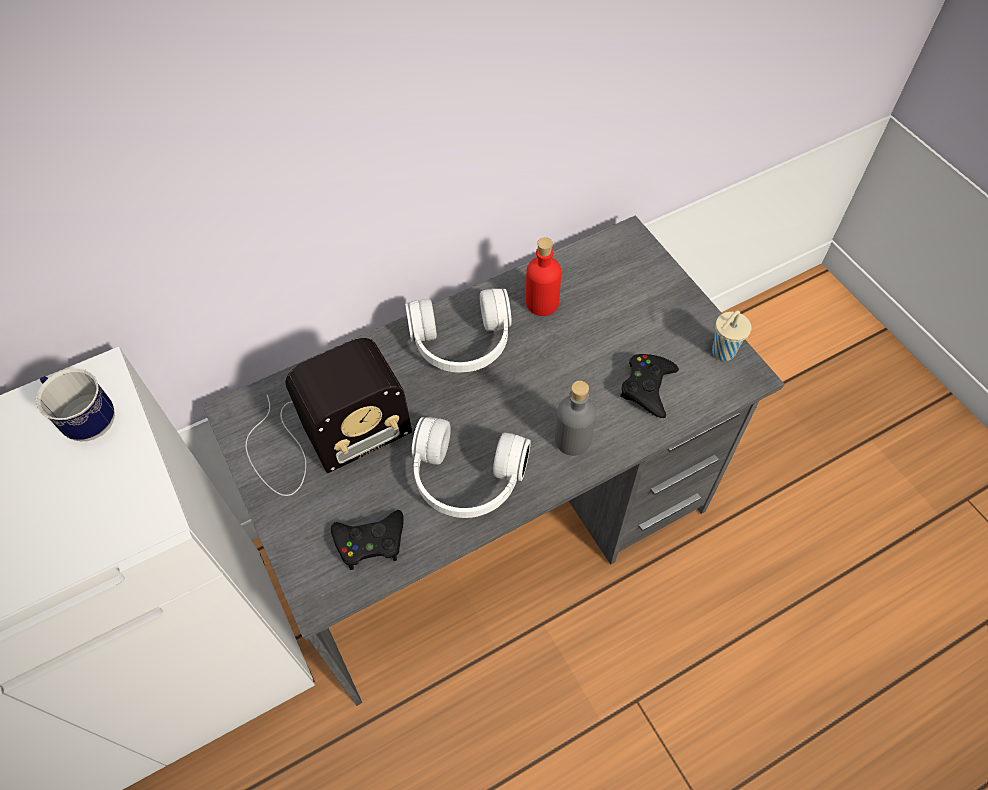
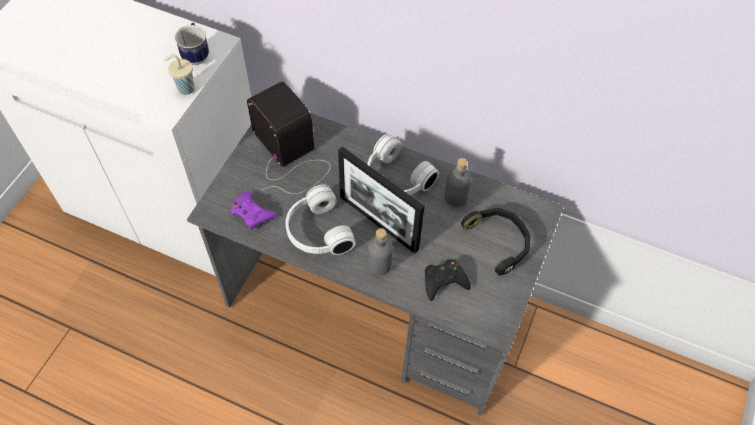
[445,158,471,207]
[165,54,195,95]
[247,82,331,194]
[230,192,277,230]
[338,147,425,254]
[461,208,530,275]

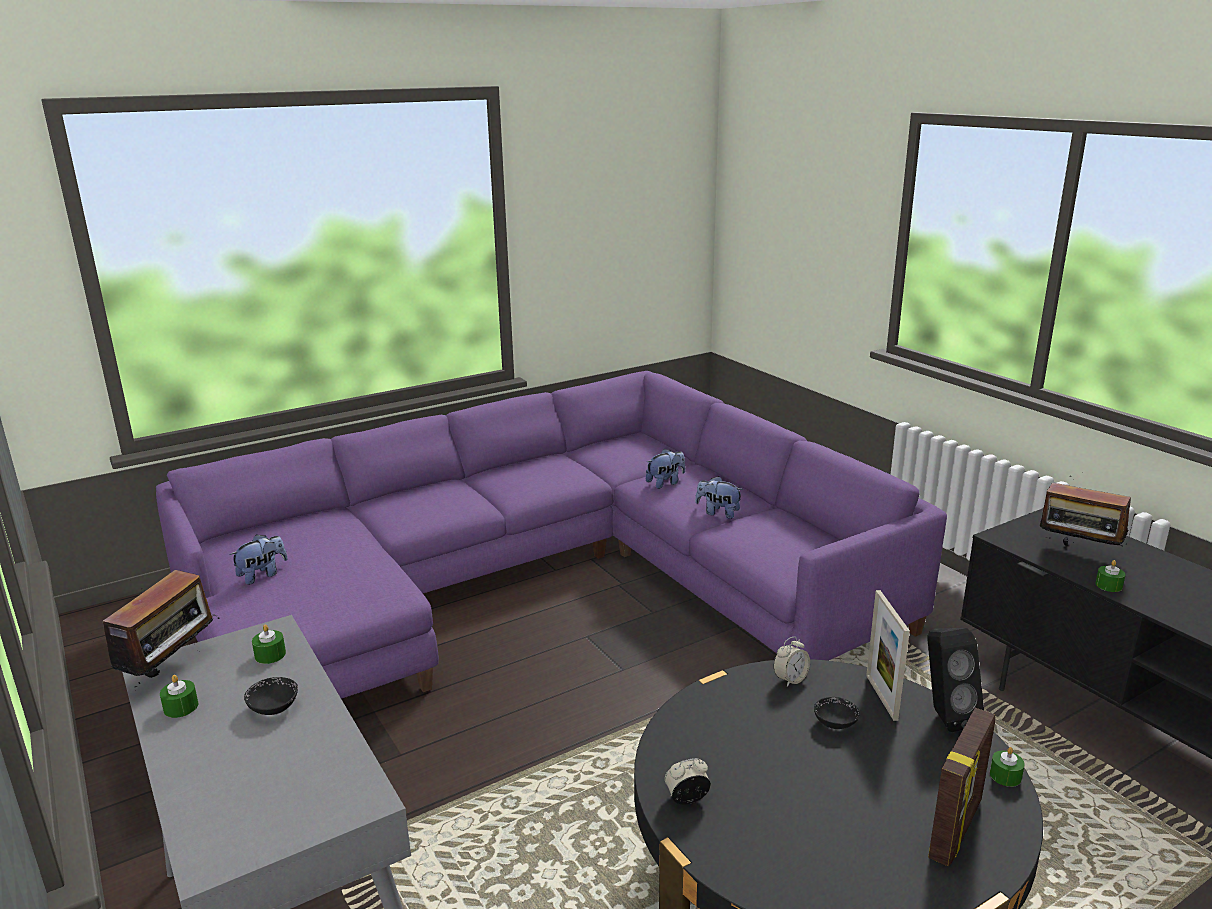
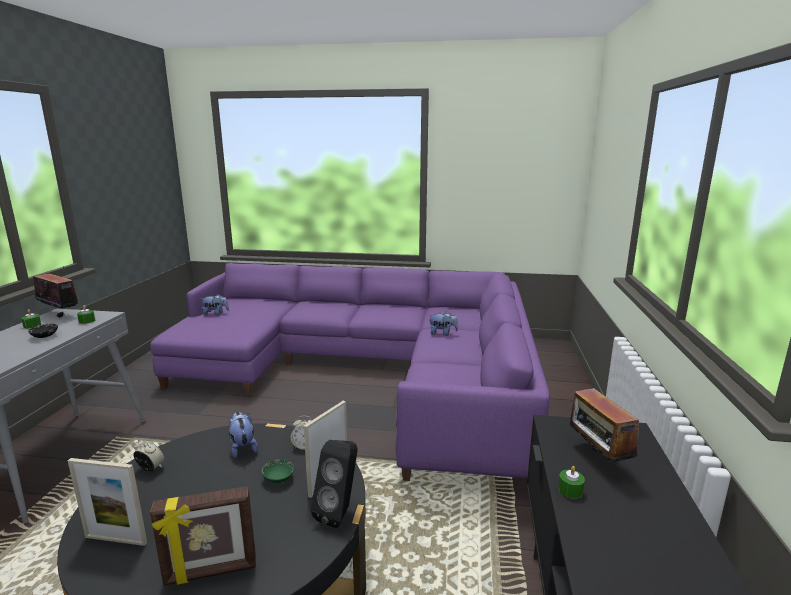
[229,412,258,458]
[33,274,78,317]
[261,459,294,483]
[990,747,1025,787] (first image)
[68,458,147,546]

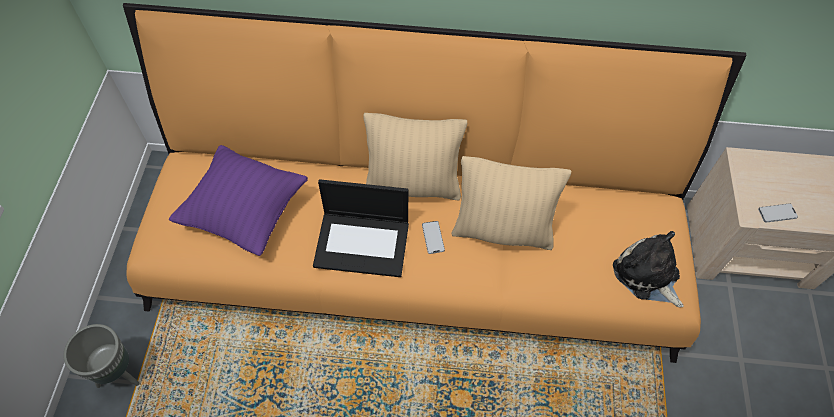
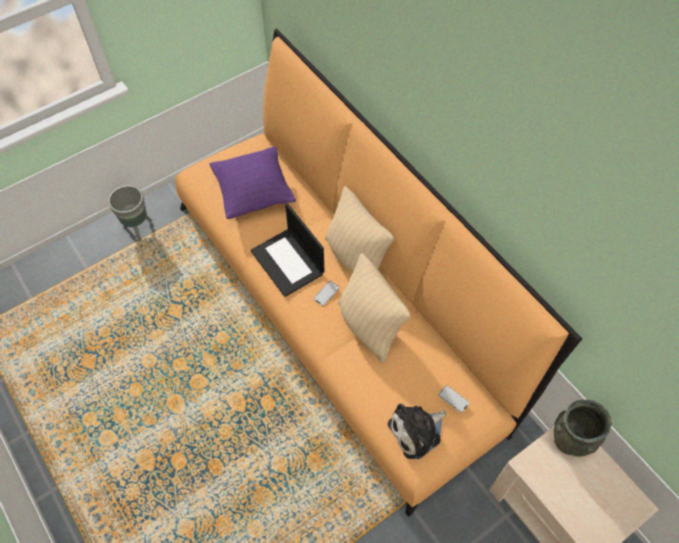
[439,385,470,413]
[388,403,446,459]
[554,400,612,457]

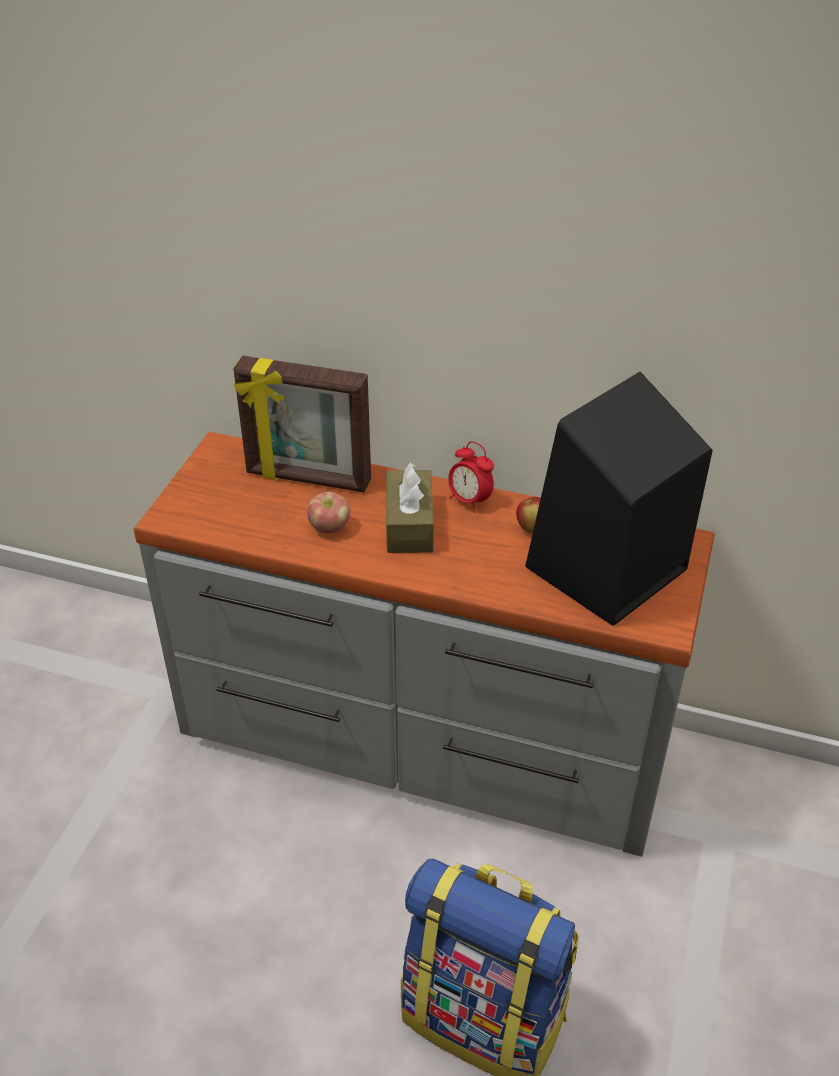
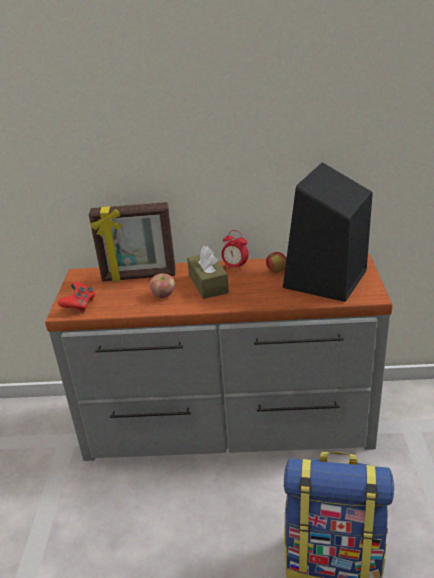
[58,282,95,312]

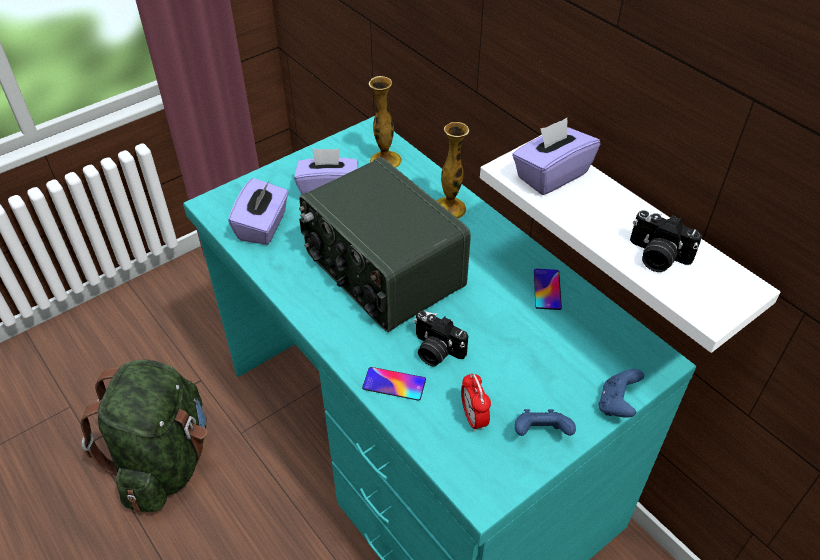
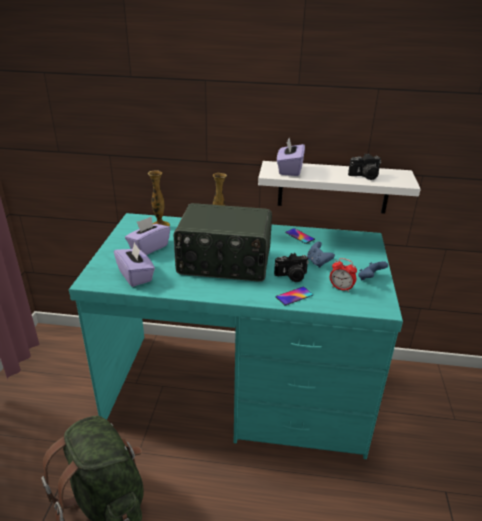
[307,242,335,268]

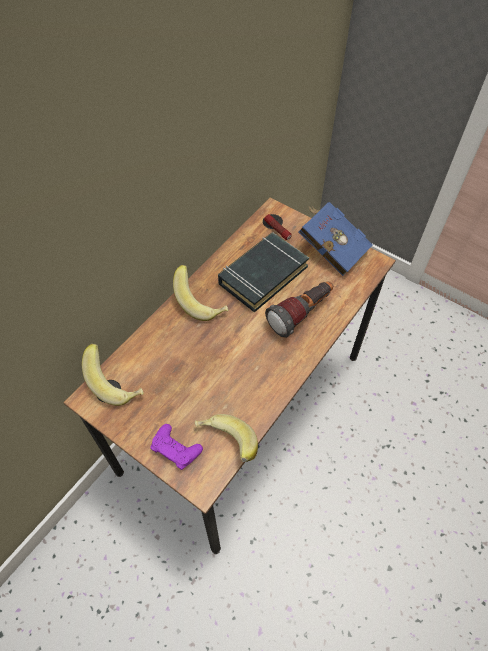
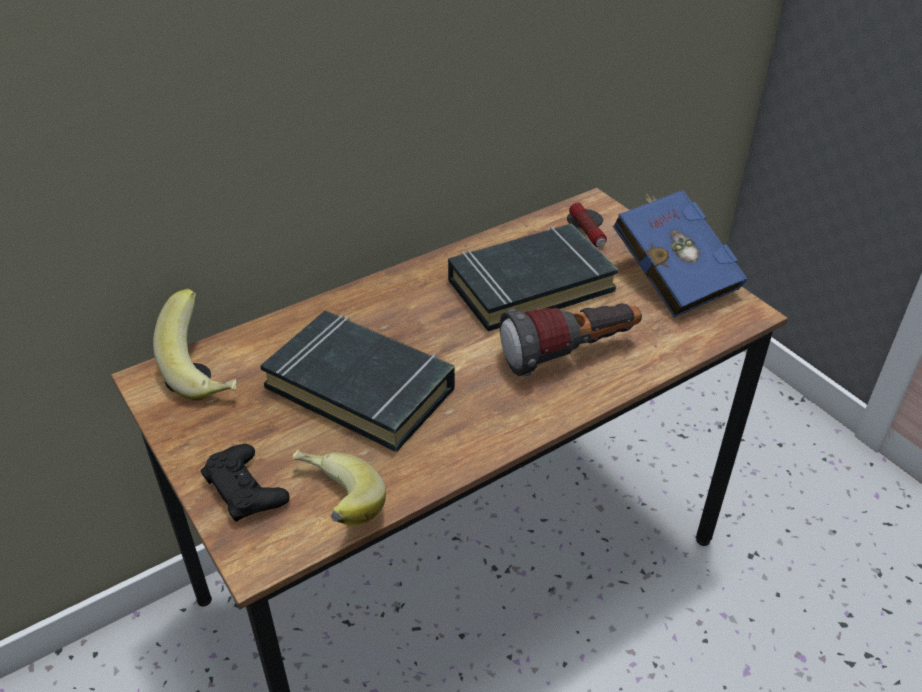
[173,265,229,321] (first image)
[200,444,289,522]
[260,311,455,452]

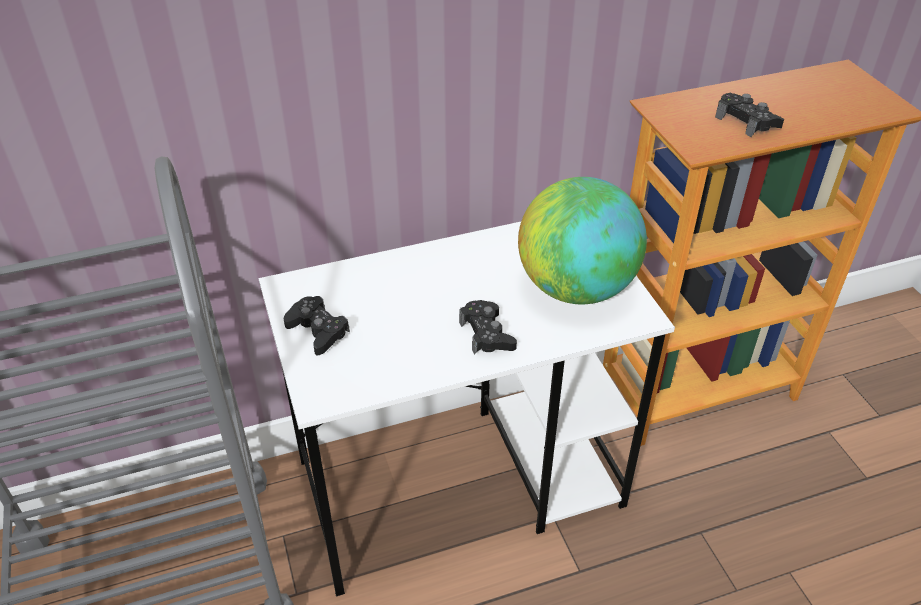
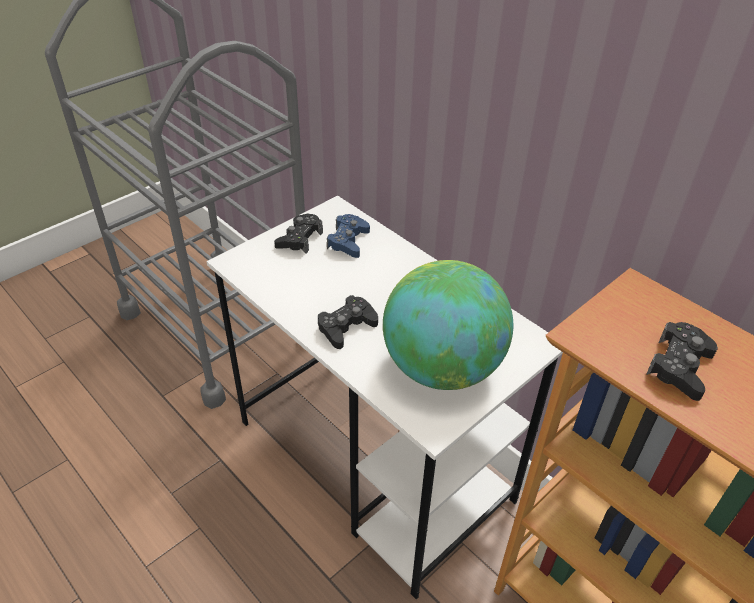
[327,214,370,258]

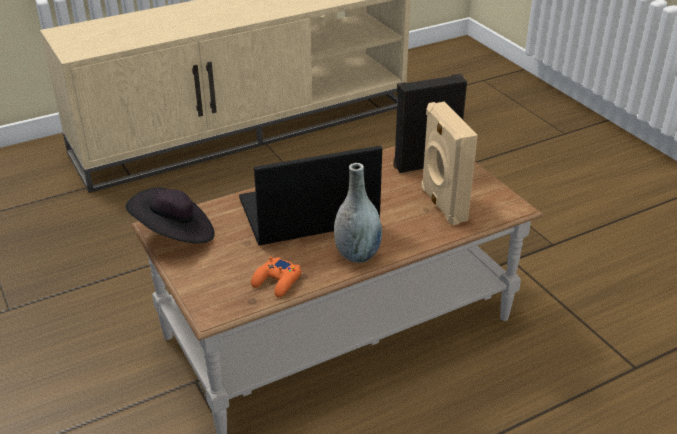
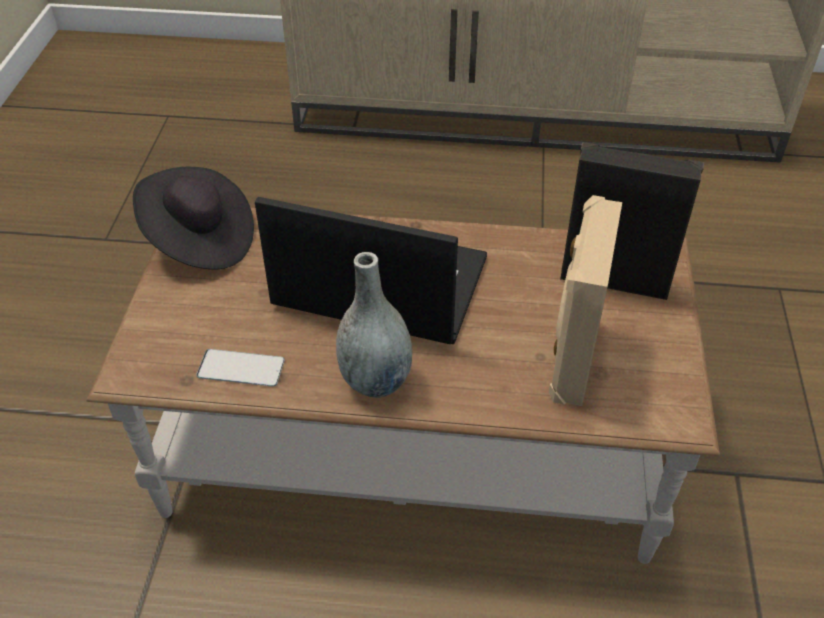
[196,349,285,387]

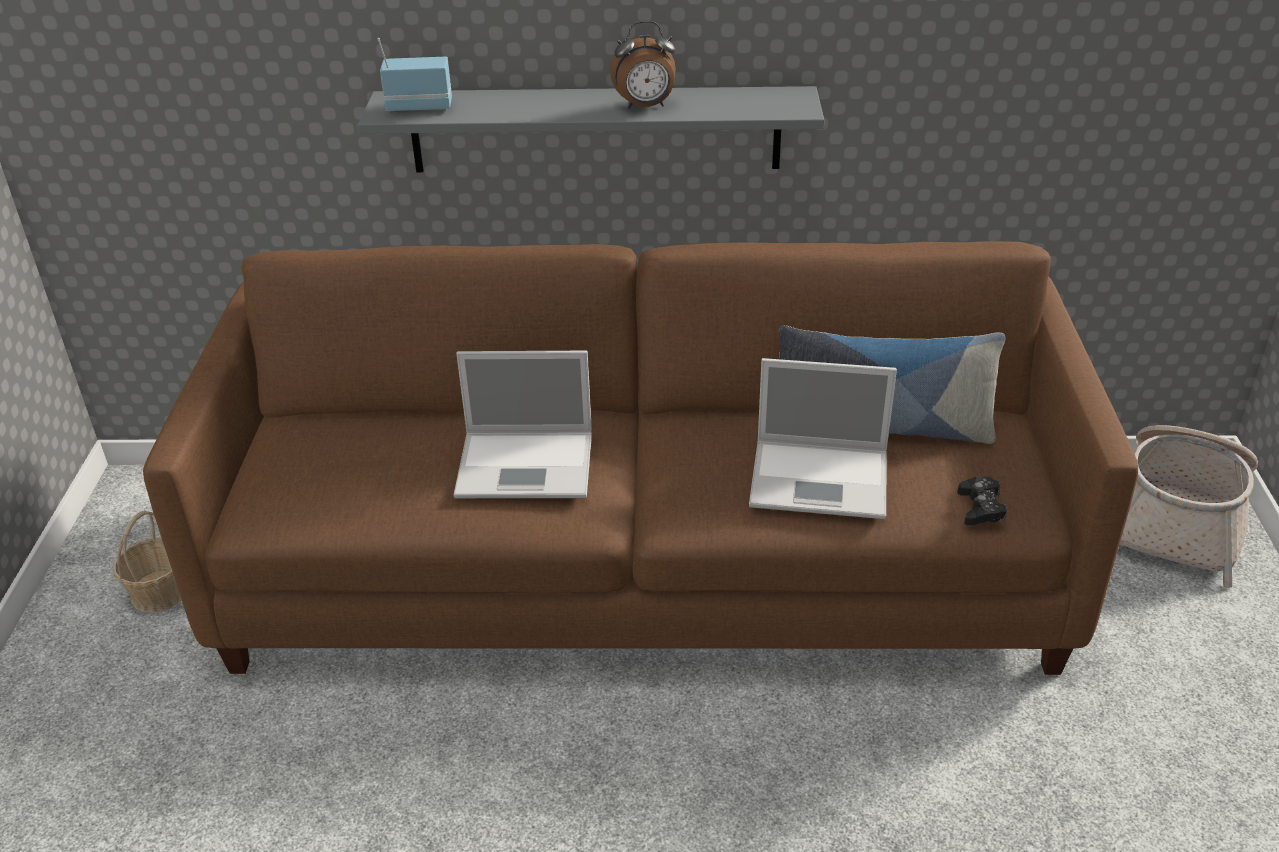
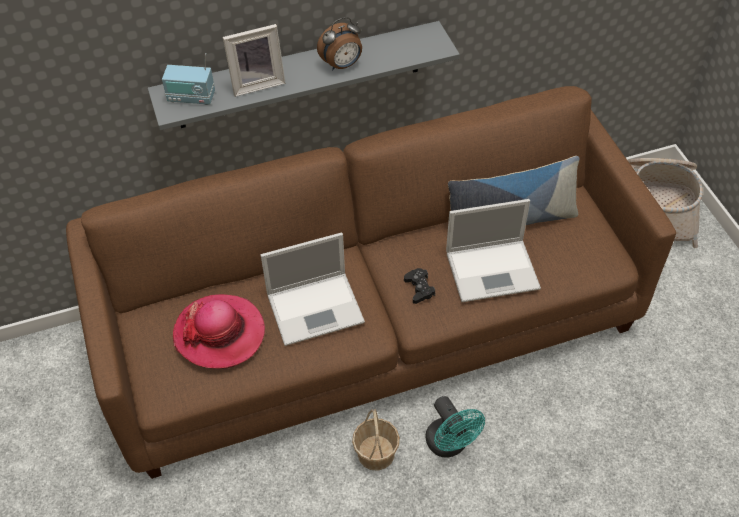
[162,53,215,105]
[404,268,435,304]
[352,409,400,471]
[223,24,285,97]
[173,294,265,369]
[425,396,485,457]

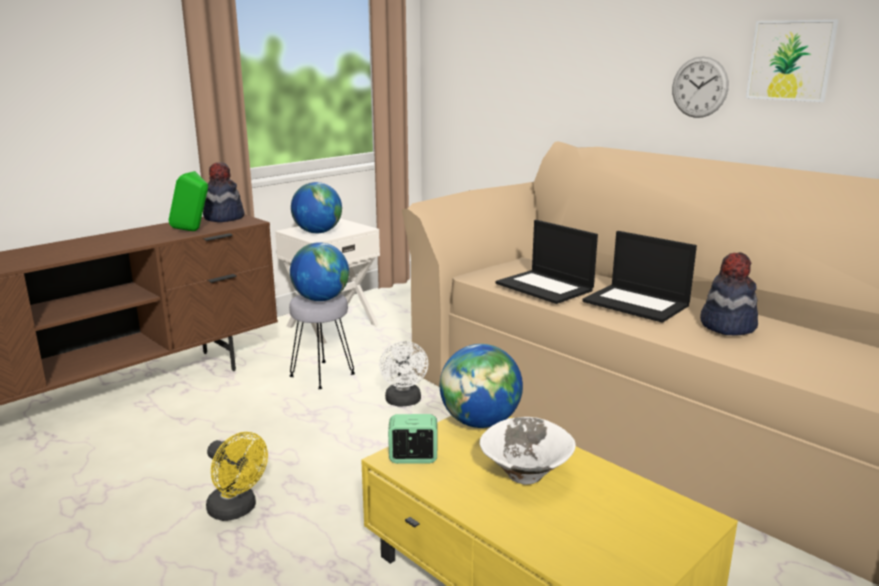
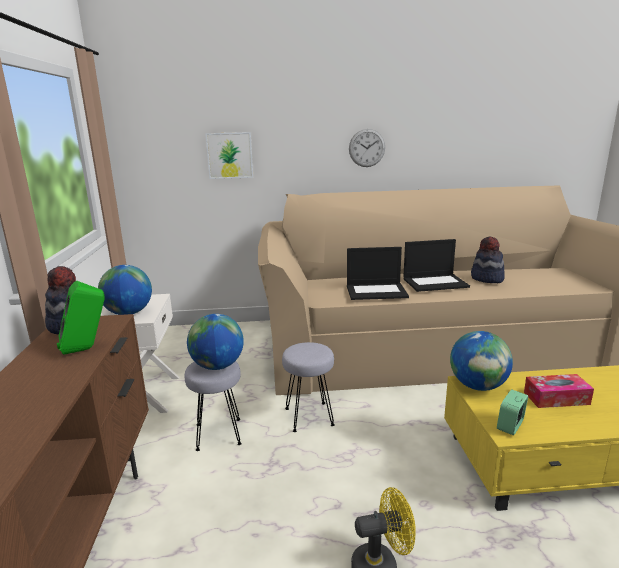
[205,132,253,179]
[282,342,335,432]
[524,374,594,408]

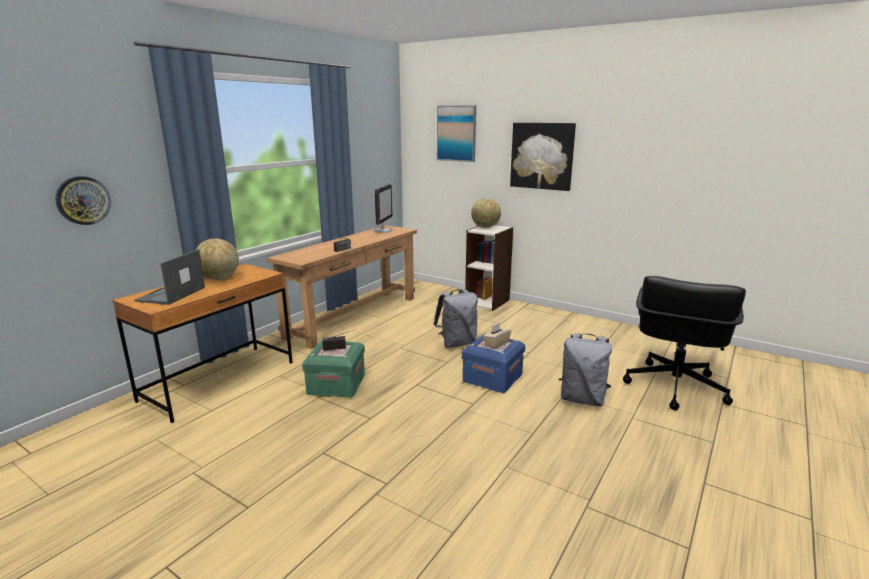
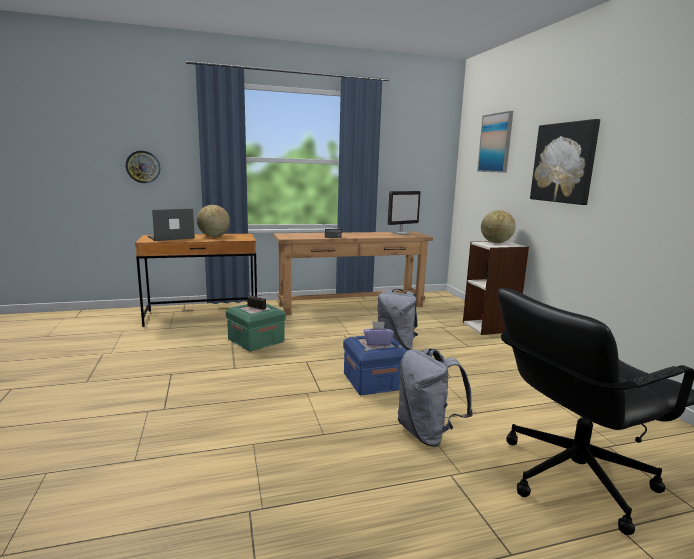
[364,321,394,346]

